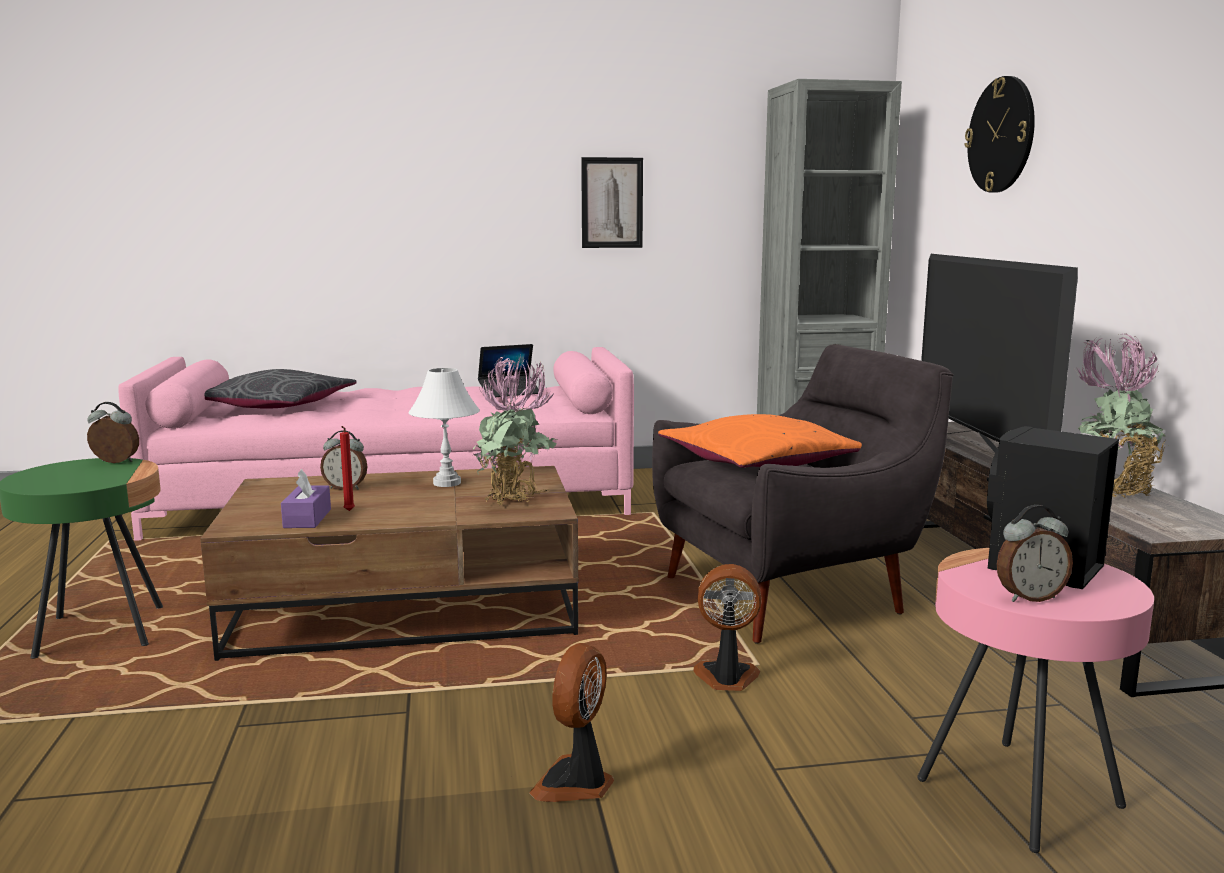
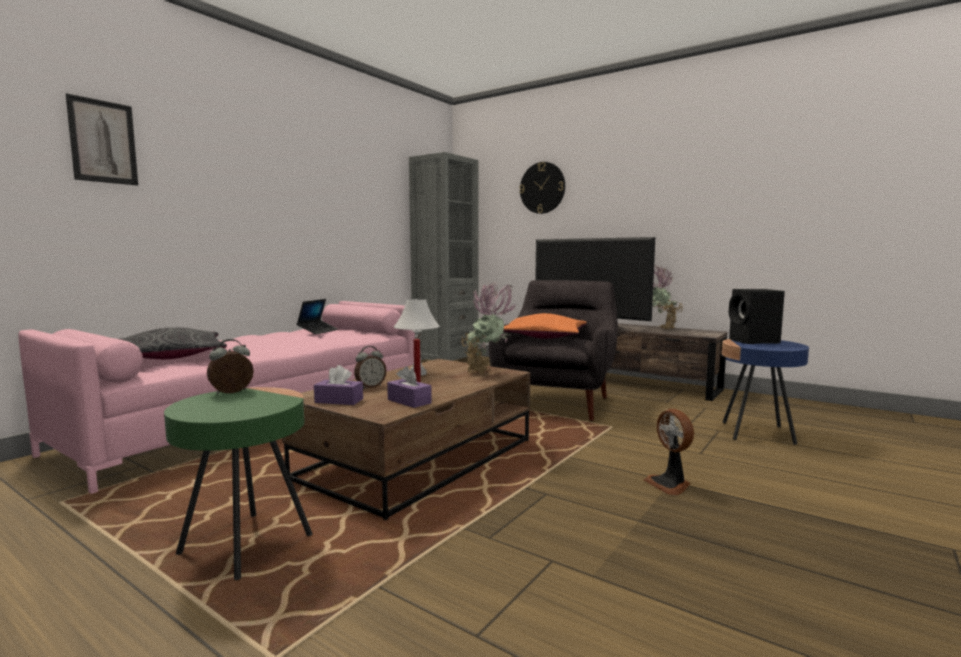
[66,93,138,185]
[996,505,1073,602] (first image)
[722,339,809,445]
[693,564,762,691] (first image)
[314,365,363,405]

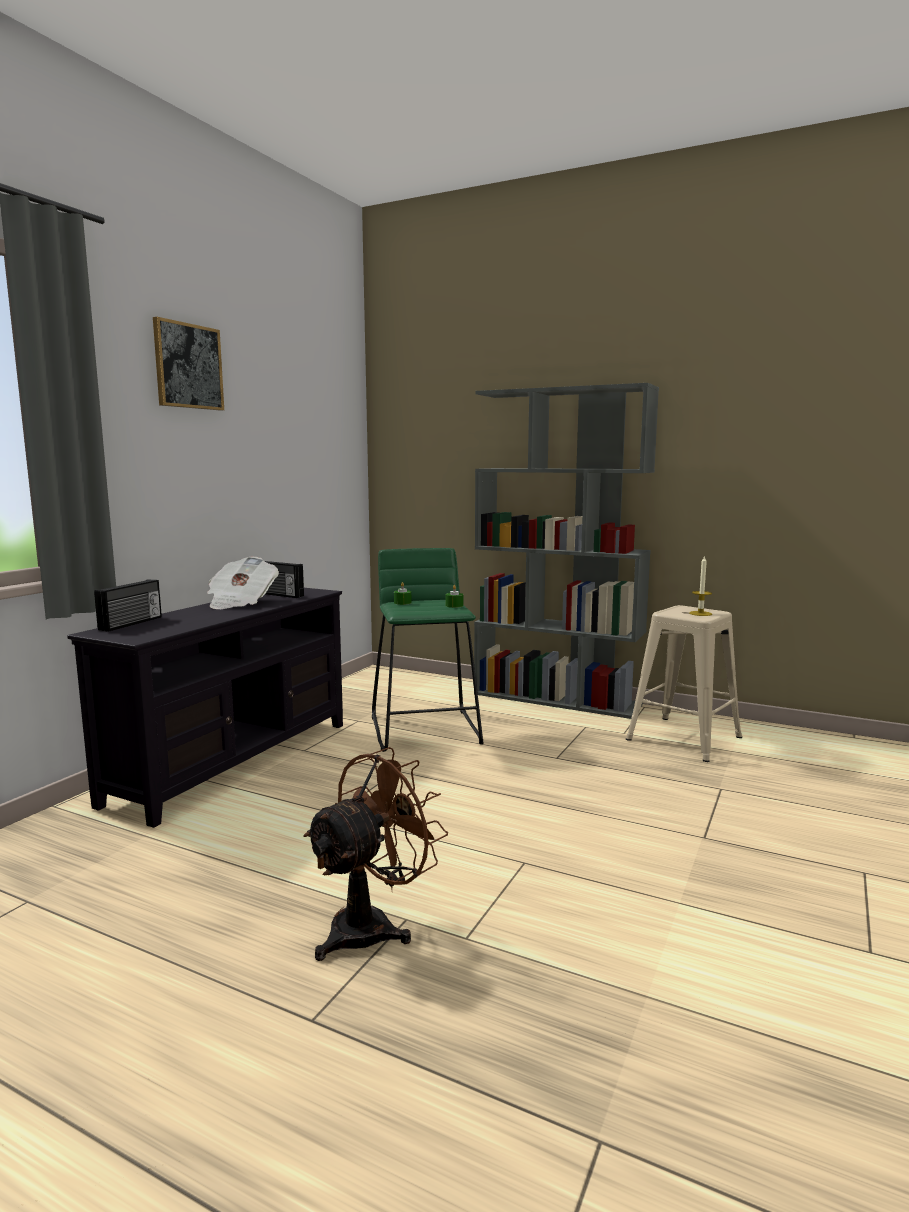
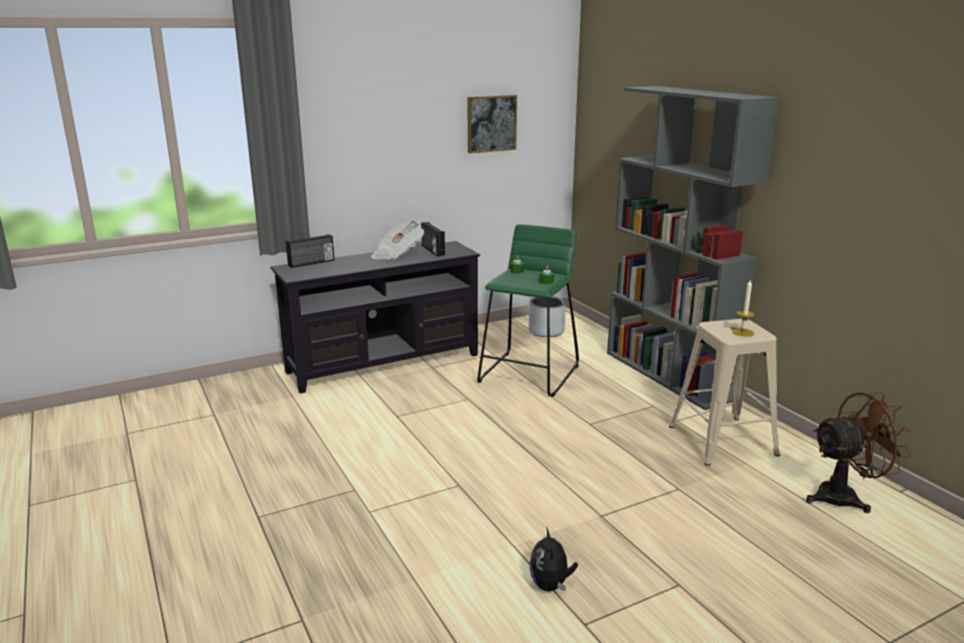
[467,95,517,153]
[806,392,912,513]
[529,296,566,337]
[529,528,578,591]

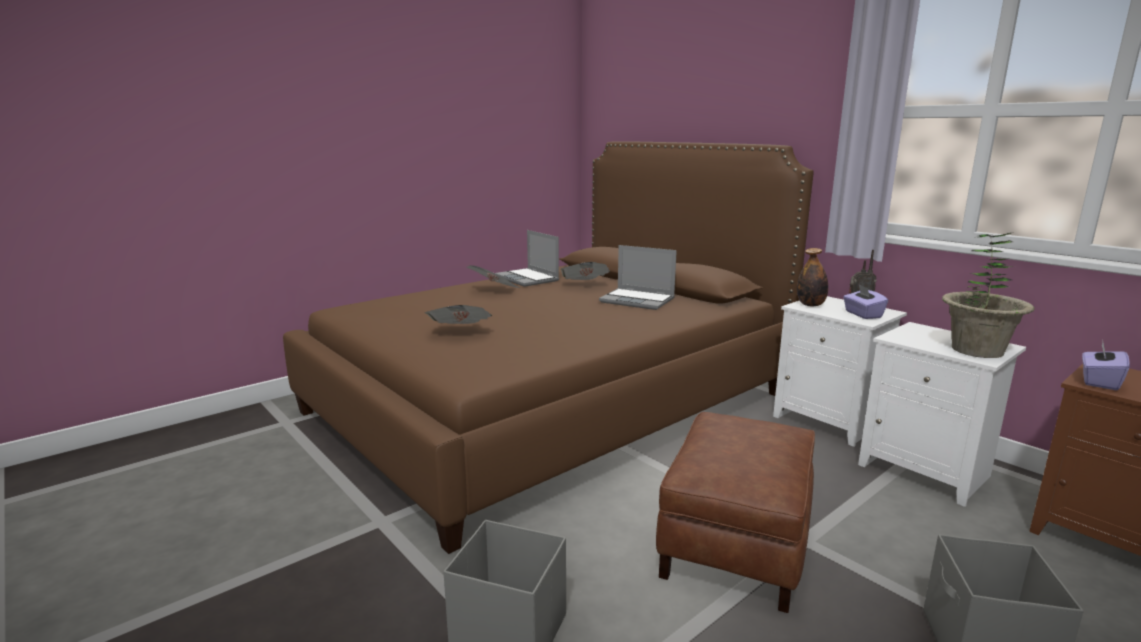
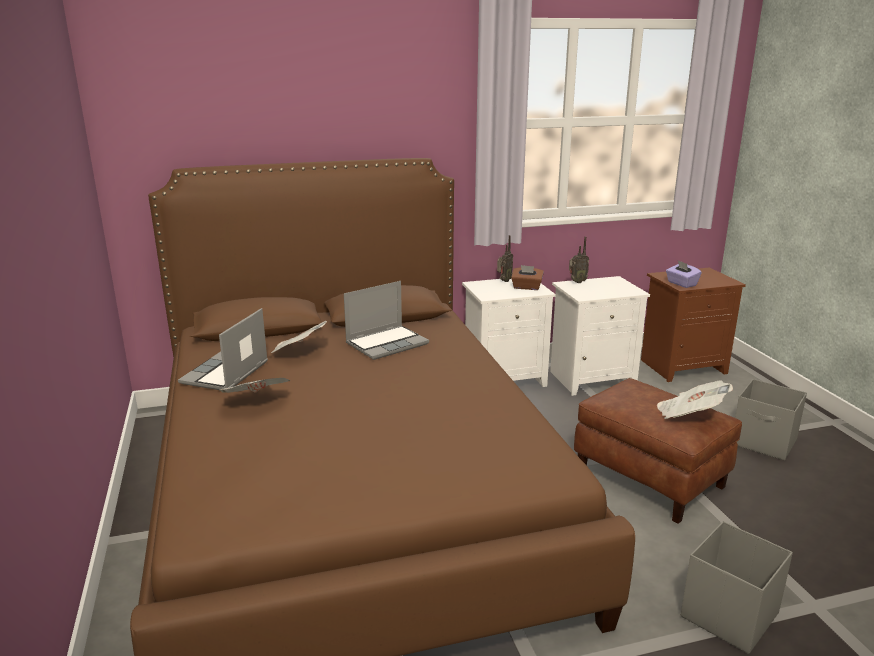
[178,308,268,390]
[942,232,1034,358] (first image)
[797,248,828,306] (first image)
[511,265,544,290]
[657,380,733,419]
[569,237,589,283]

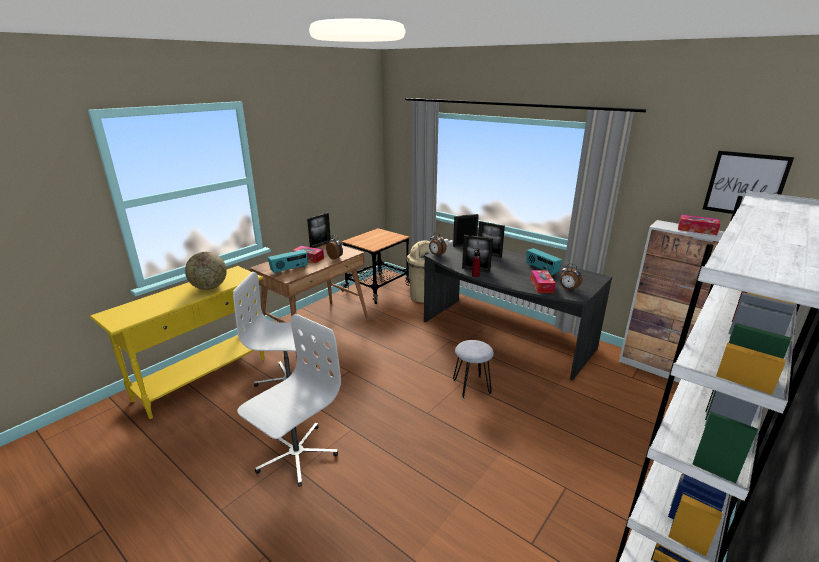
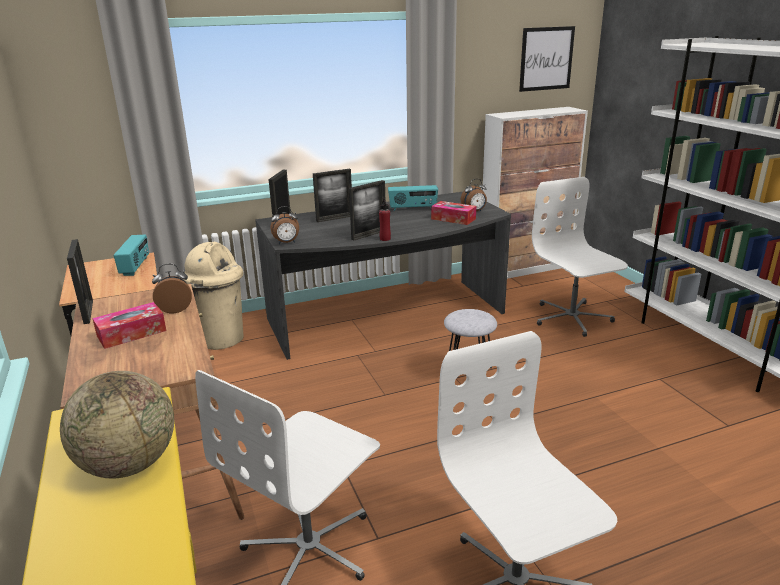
[678,215,720,235] (first image)
[114,235,149,276]
[532,177,628,337]

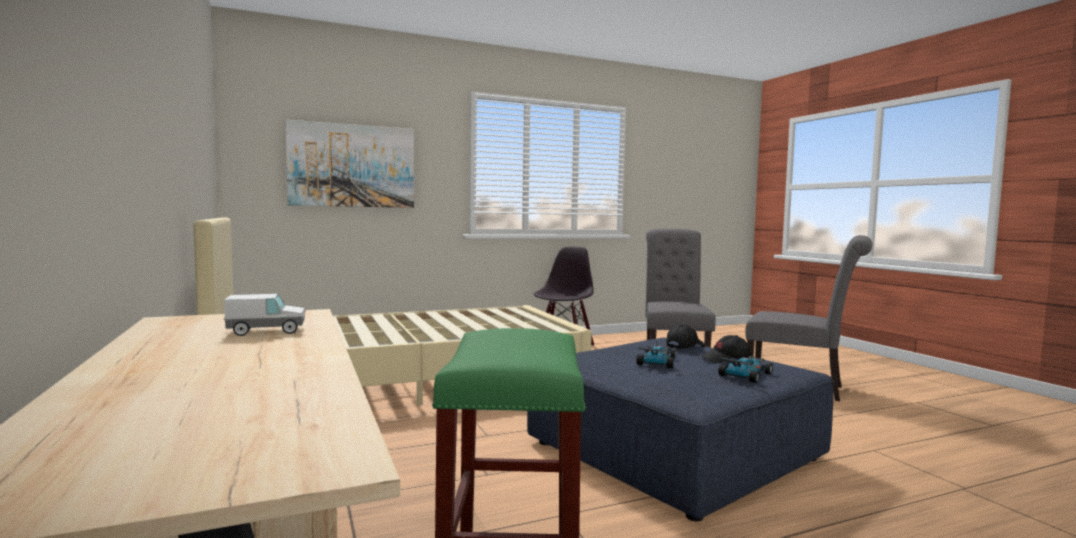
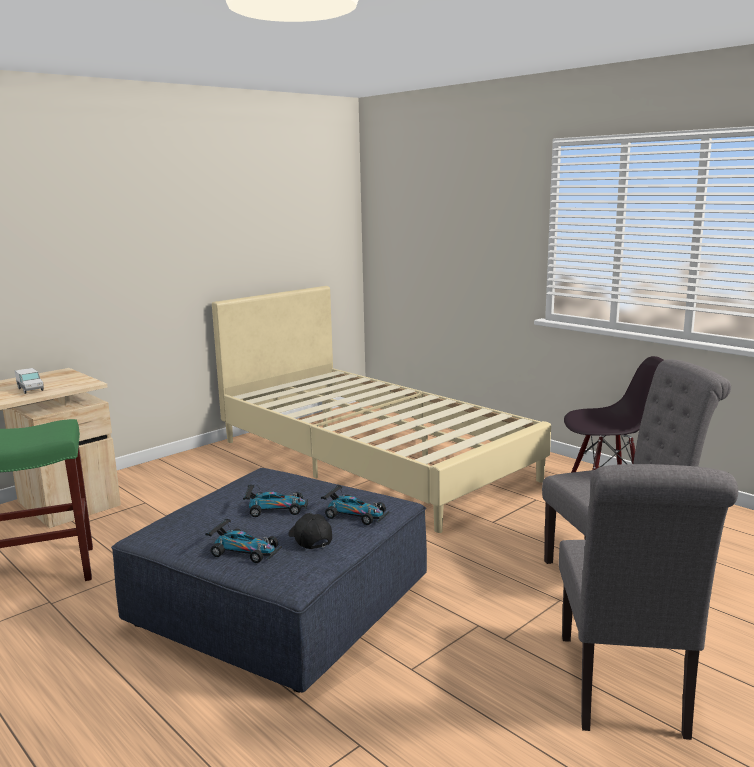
[285,120,414,208] (first image)
[321,485,389,525]

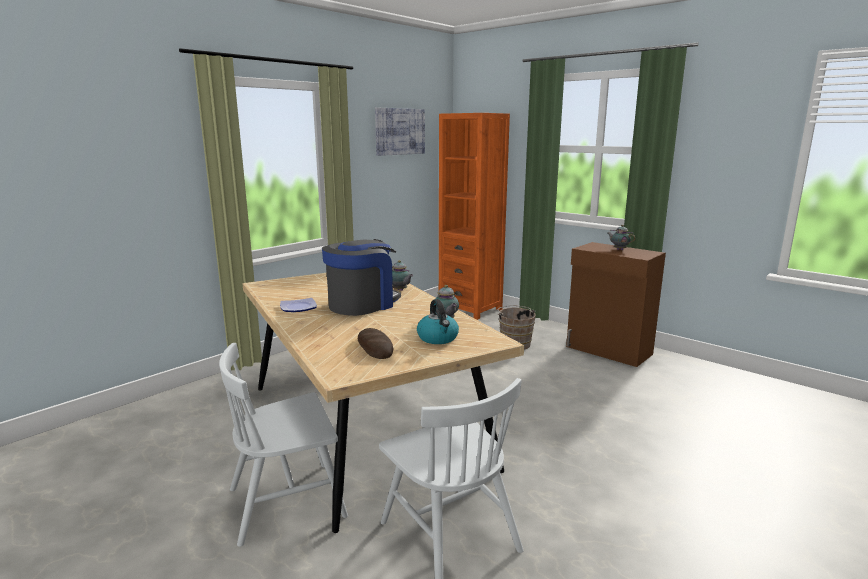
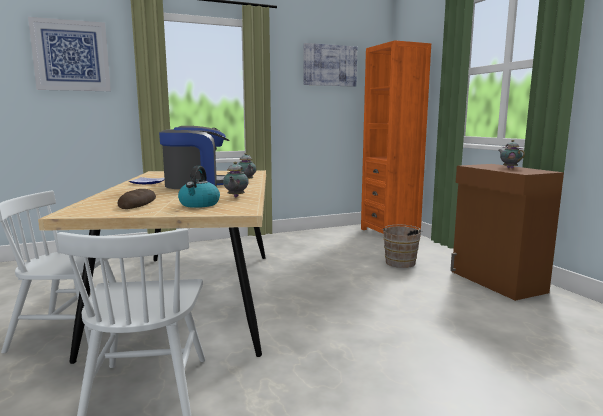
[28,17,111,91]

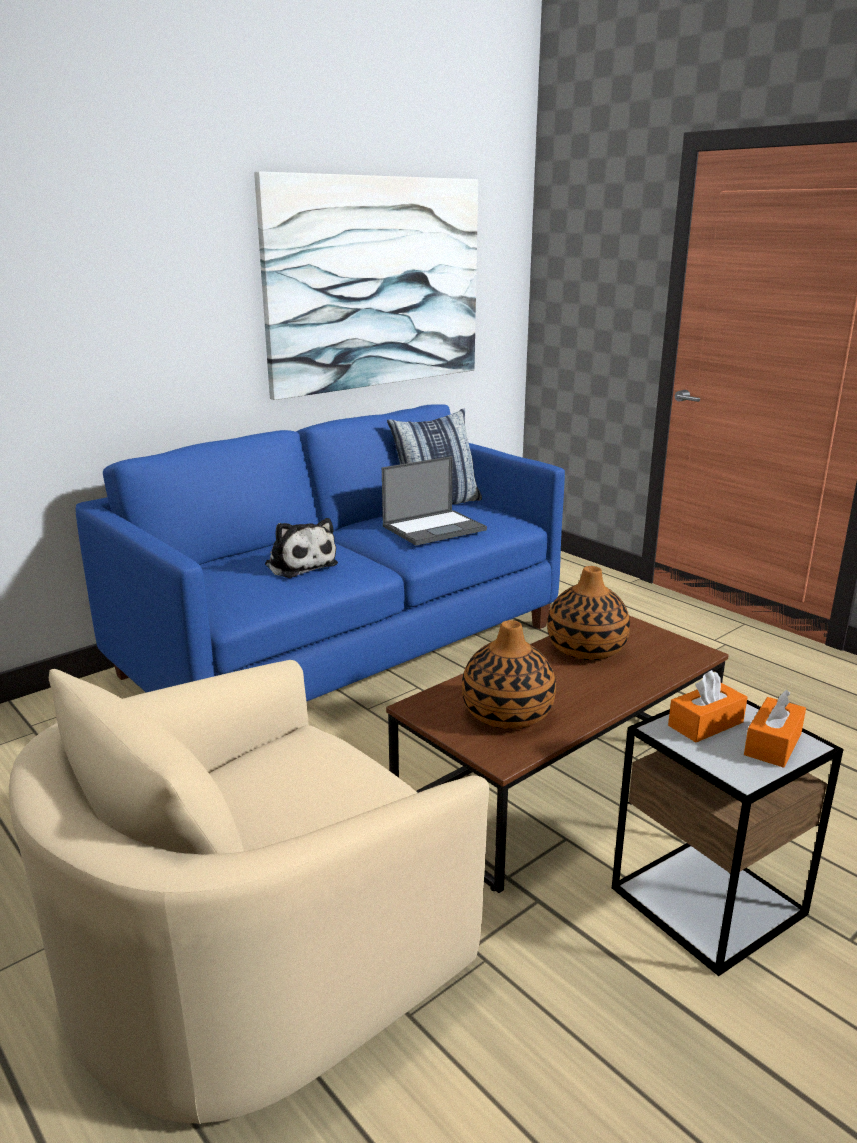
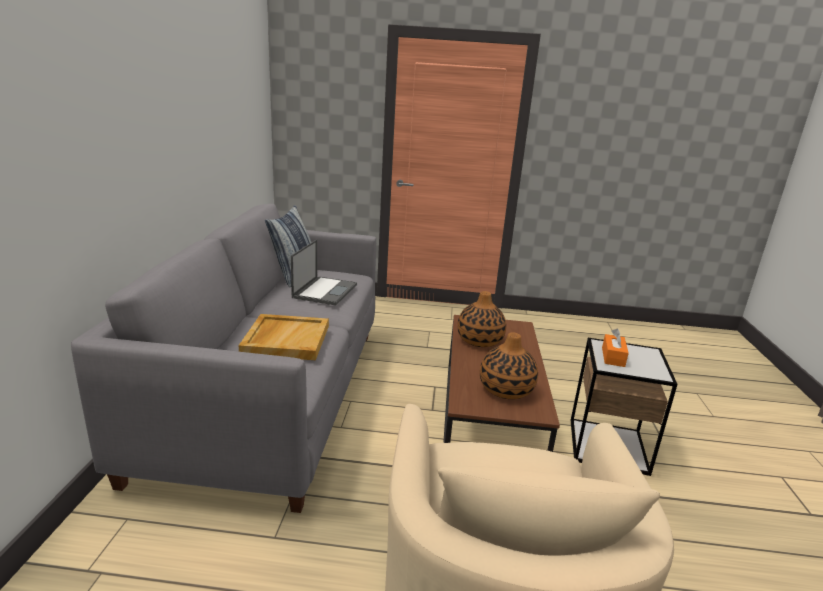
[254,171,478,400] (first image)
[71,204,376,513]
[238,314,329,360]
[744,690,806,768] (first image)

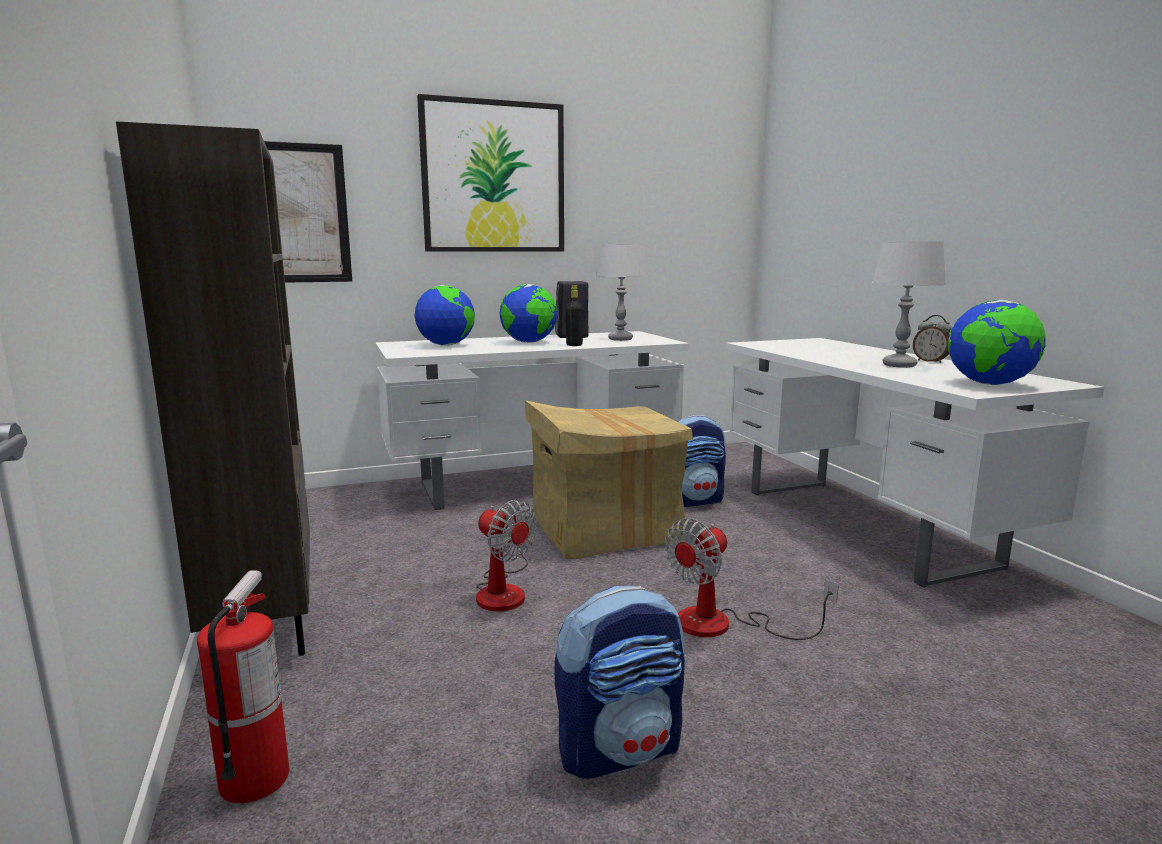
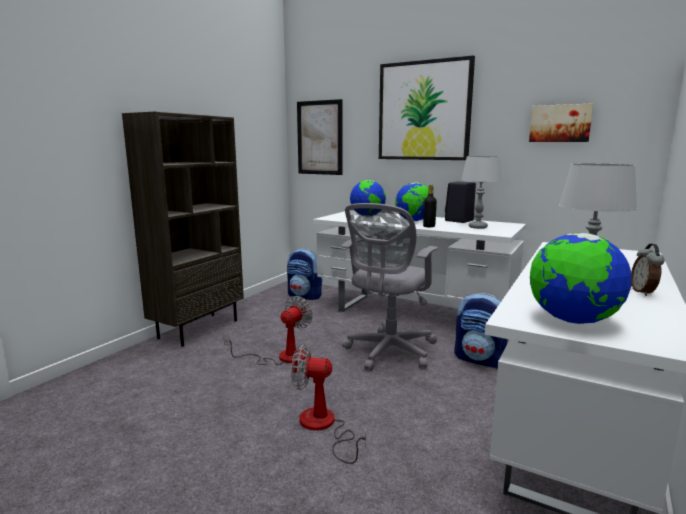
[341,203,438,371]
[224,296,313,365]
[197,570,289,803] (first image)
[287,249,322,300]
[529,103,593,142]

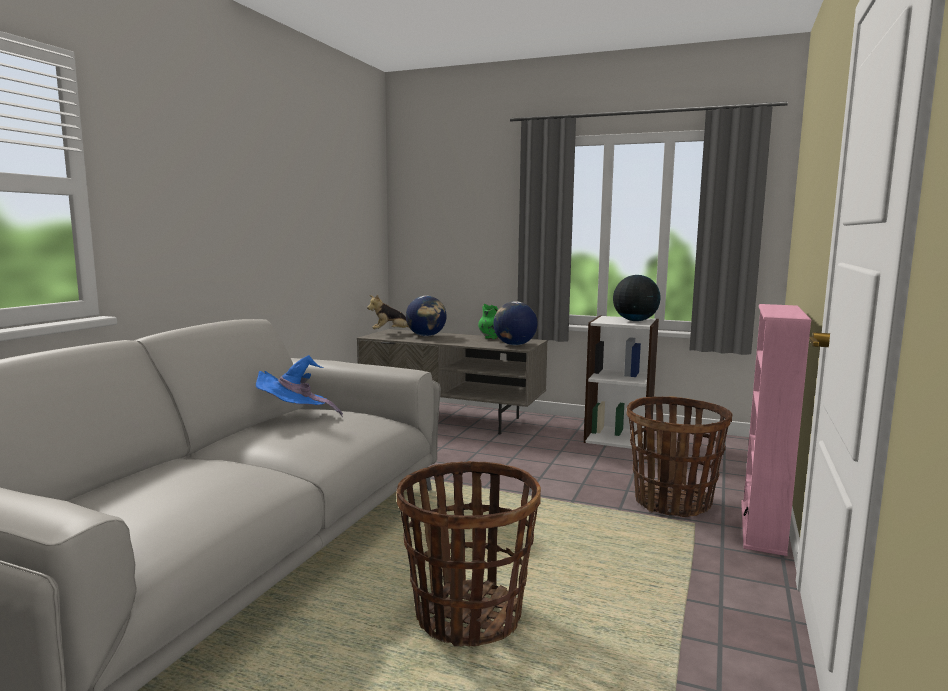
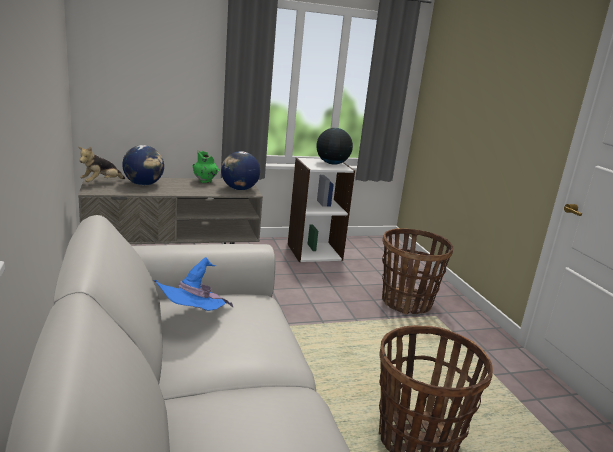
[741,304,811,556] (first image)

